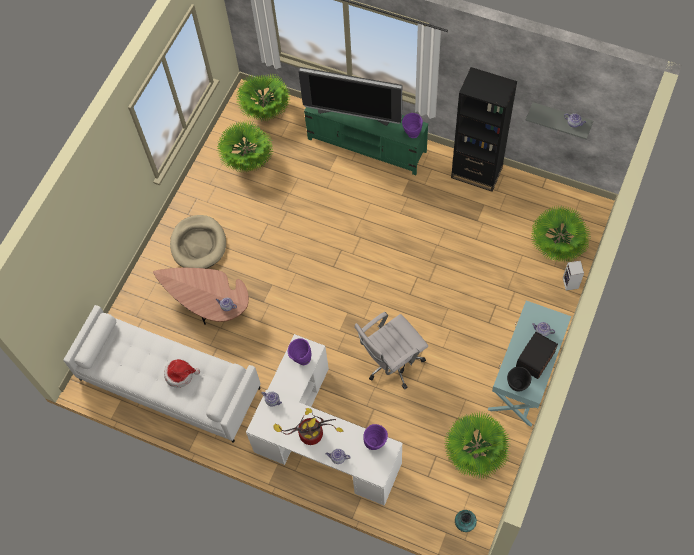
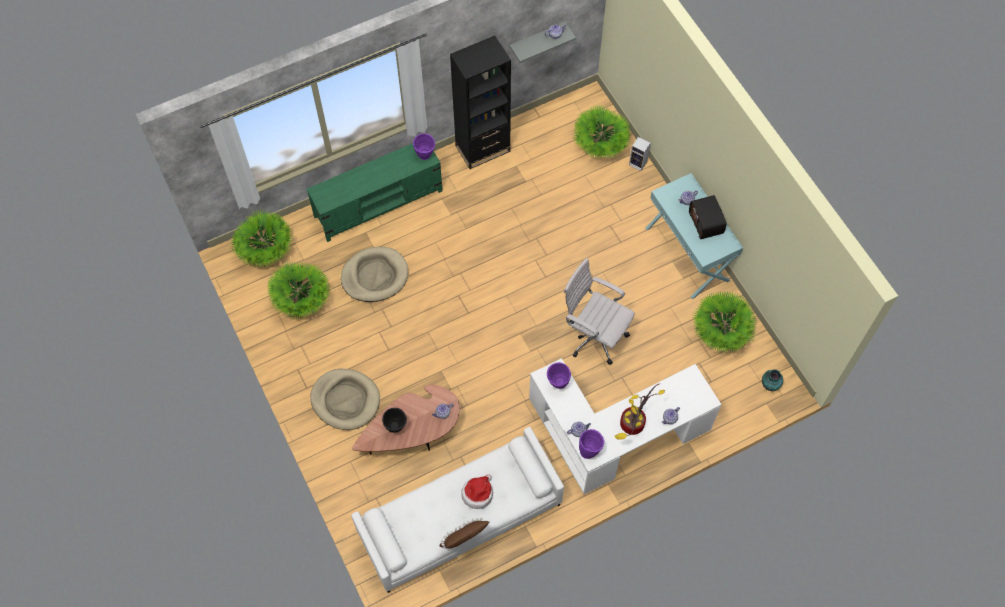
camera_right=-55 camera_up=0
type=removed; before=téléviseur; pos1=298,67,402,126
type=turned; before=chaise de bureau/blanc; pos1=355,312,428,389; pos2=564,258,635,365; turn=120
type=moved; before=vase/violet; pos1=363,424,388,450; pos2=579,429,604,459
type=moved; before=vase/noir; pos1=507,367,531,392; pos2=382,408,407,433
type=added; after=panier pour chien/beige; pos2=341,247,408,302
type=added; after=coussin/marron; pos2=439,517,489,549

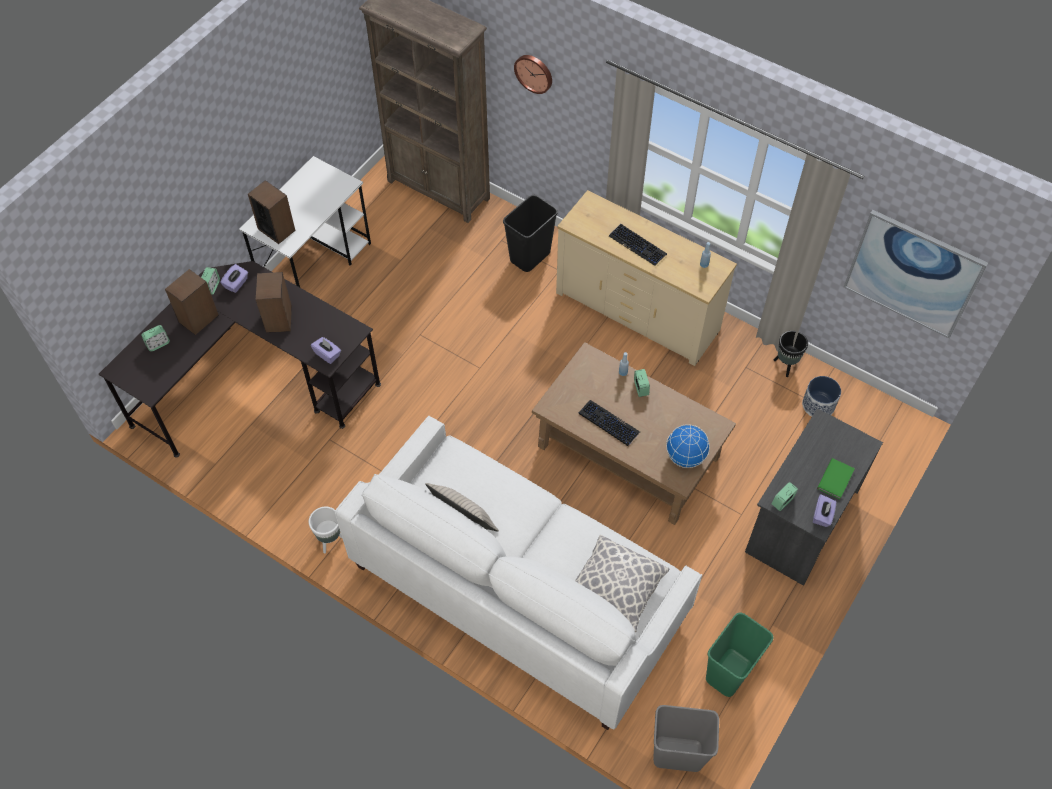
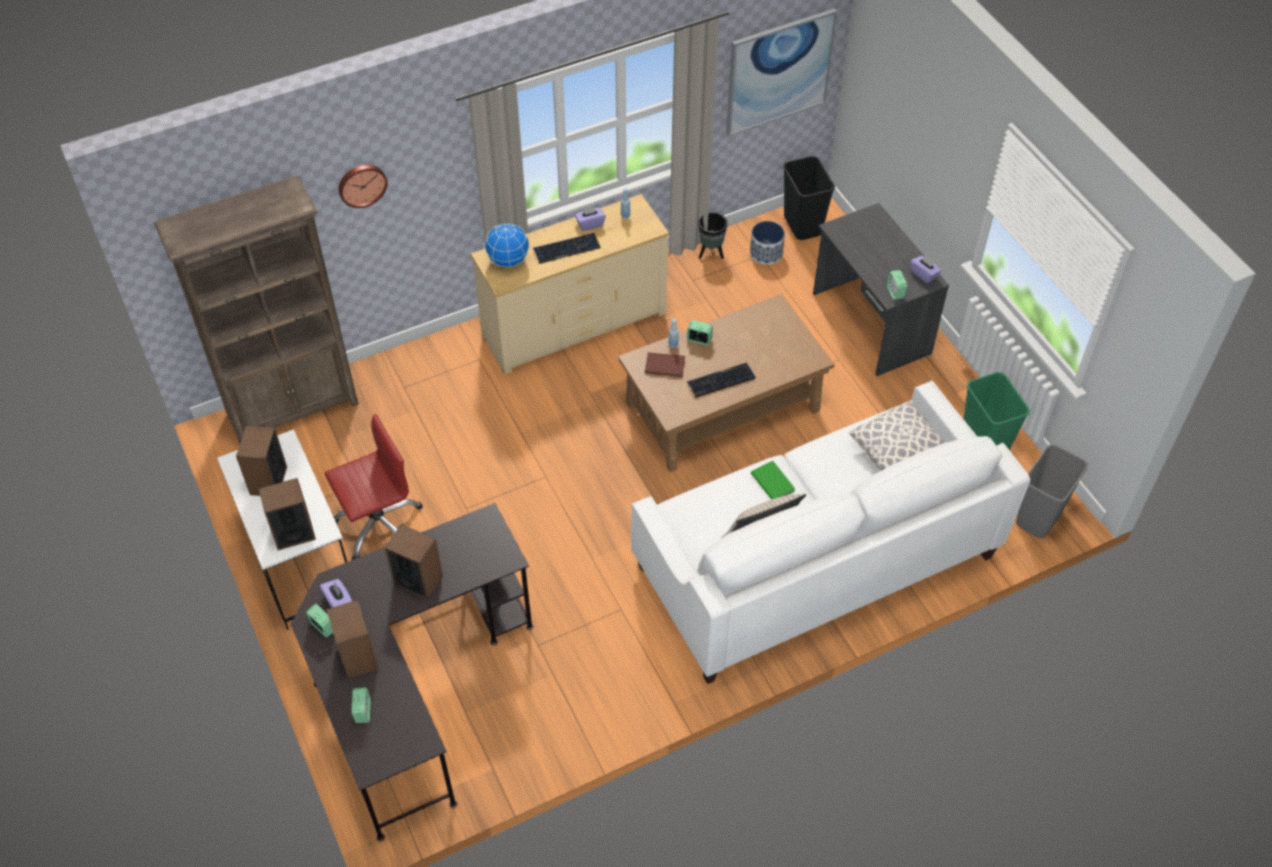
camera_right=-60 camera_up=-5
type=removed; before=cache-pot/blanc; pos1=309,507,342,553
type=moved; before=boîte à mouchoirs/violet; pos1=311,337,341,364; pos2=575,206,606,231
type=moved; before=poubelle/noir; pos1=503,195,558,272; pos2=783,156,835,240
type=moved; before=globe; pos1=666,424,710,468; pos2=485,223,530,268
type=moved; before=livre/vert; pos1=817,458,855,499; pos2=751,461,795,500
type=added; after=enceinte; pos2=236,425,287,496
type=added; after=chaise de bureau/rouge; pos2=325,414,423,560
type=added; after=livre/marron; pos2=645,352,685,377

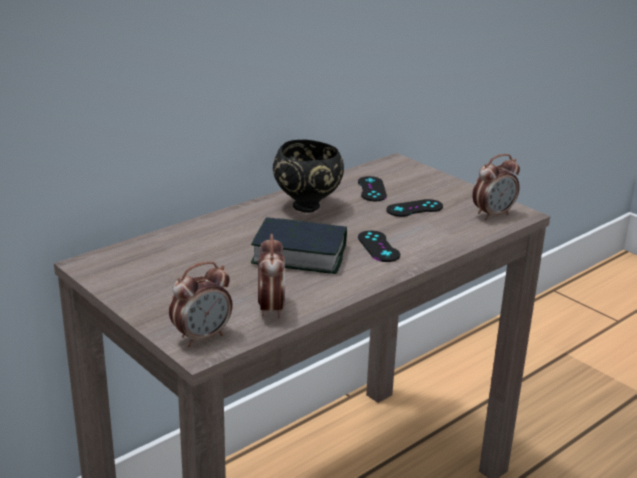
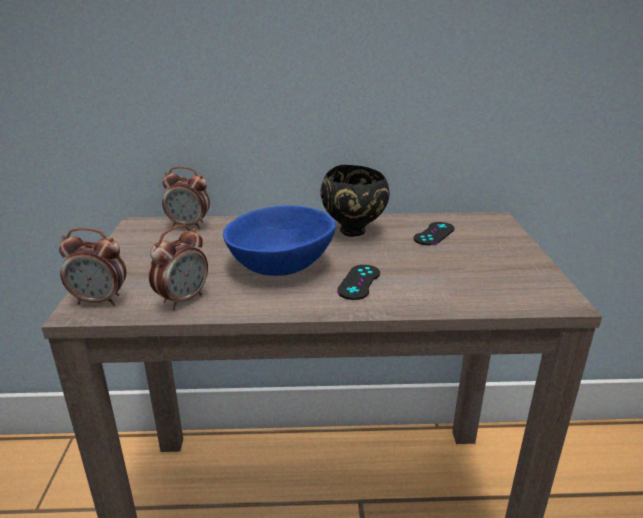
camera_right=40 camera_up=0
type=replaced; before=livre; after=bol/bleu; pos1=251,217,347,274; pos2=223,205,336,276
type=removed; before=manette/noir; pos1=386,199,443,217
type=moved; before=réveil; pos1=472,154,520,220; pos2=162,166,210,229

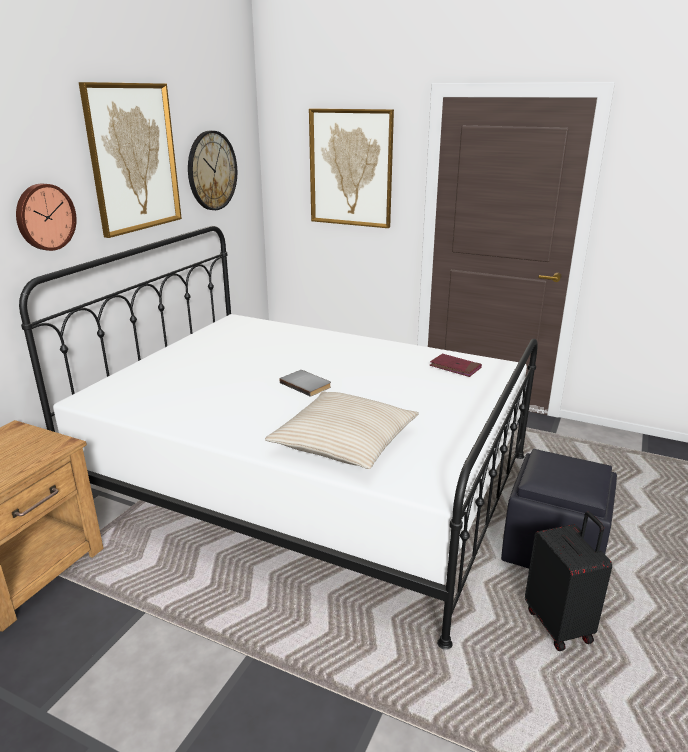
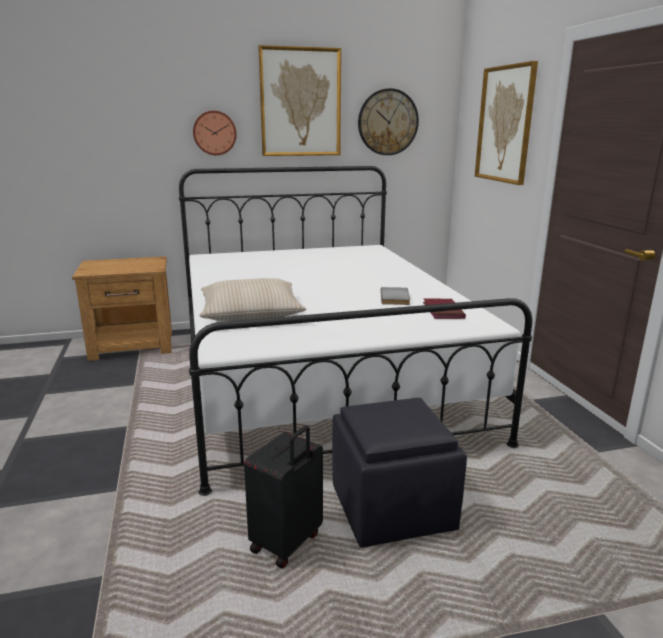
camera_right=50 camera_up=-5
type=moved; before=livre/gris; pos1=280,370,331,397; pos2=381,287,410,305

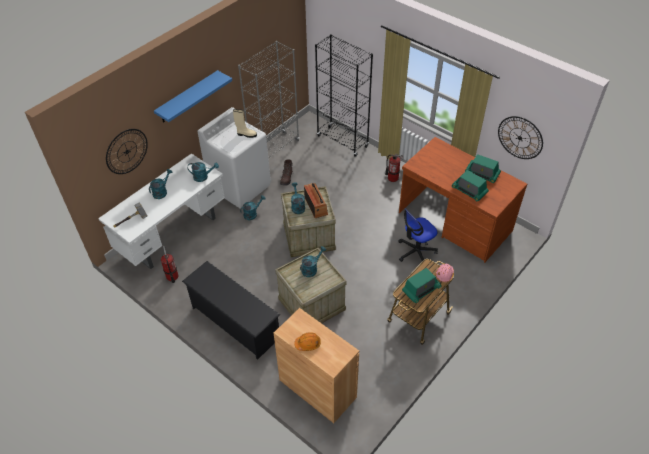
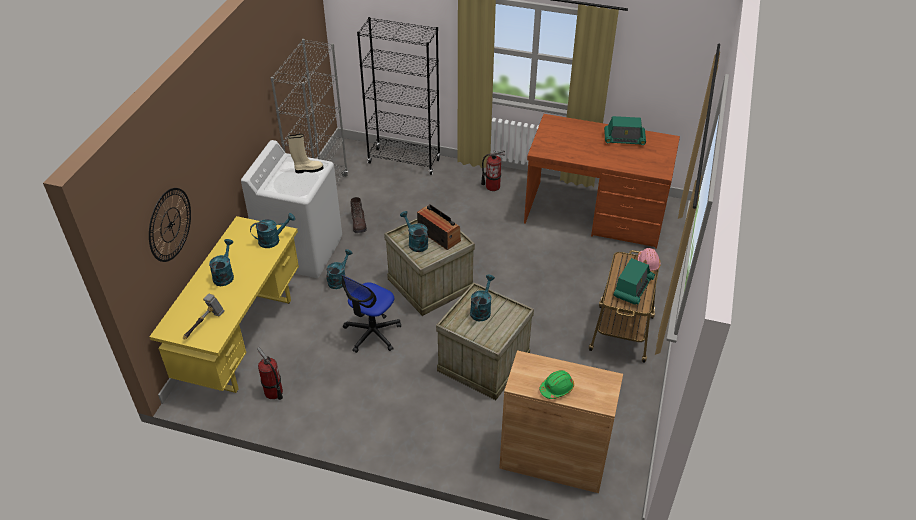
camera_right=-25 camera_up=-5
type=recoloured; before=bureau/blanc; after=bureau/jaune; pos1=98,154,225,269; pos2=149,216,299,393
type=removed; before=étagère/bleu; pos1=154,70,232,123
type=removed; before=étagère à chaussures/noir; pos1=182,261,280,360
type=recoloured; before=casque de chantier/orange; after=casque de chantier/vert; pos1=294,332,321,351; pos2=540,370,574,399
type=moved; before=chaise de bureau; pos1=398,209,438,267; pos2=341,275,401,353
type=removed; before=radio; pos1=452,170,489,201
type=removed; before=horloge murale; pos1=498,116,543,159

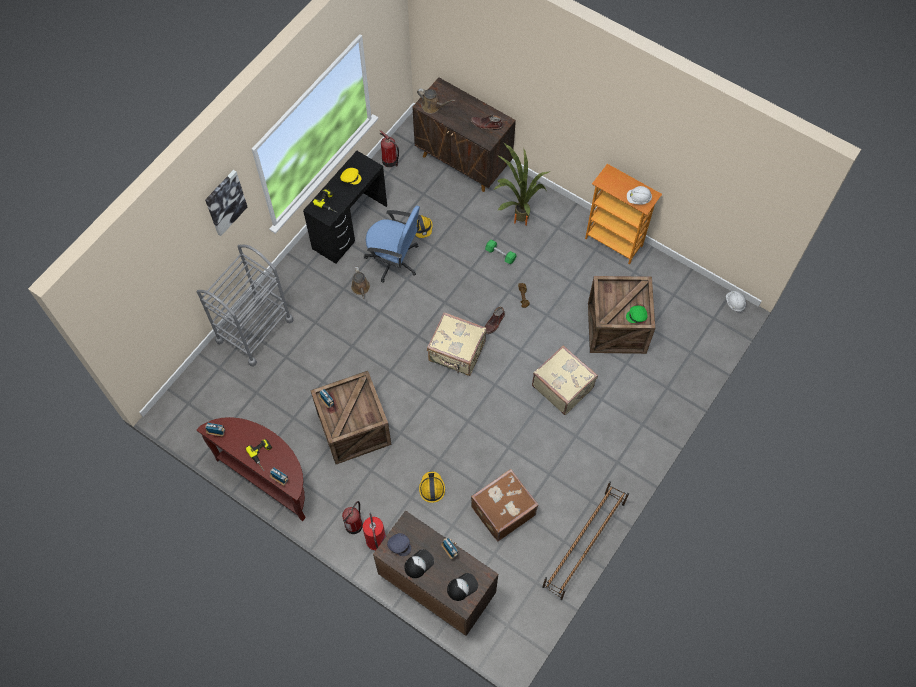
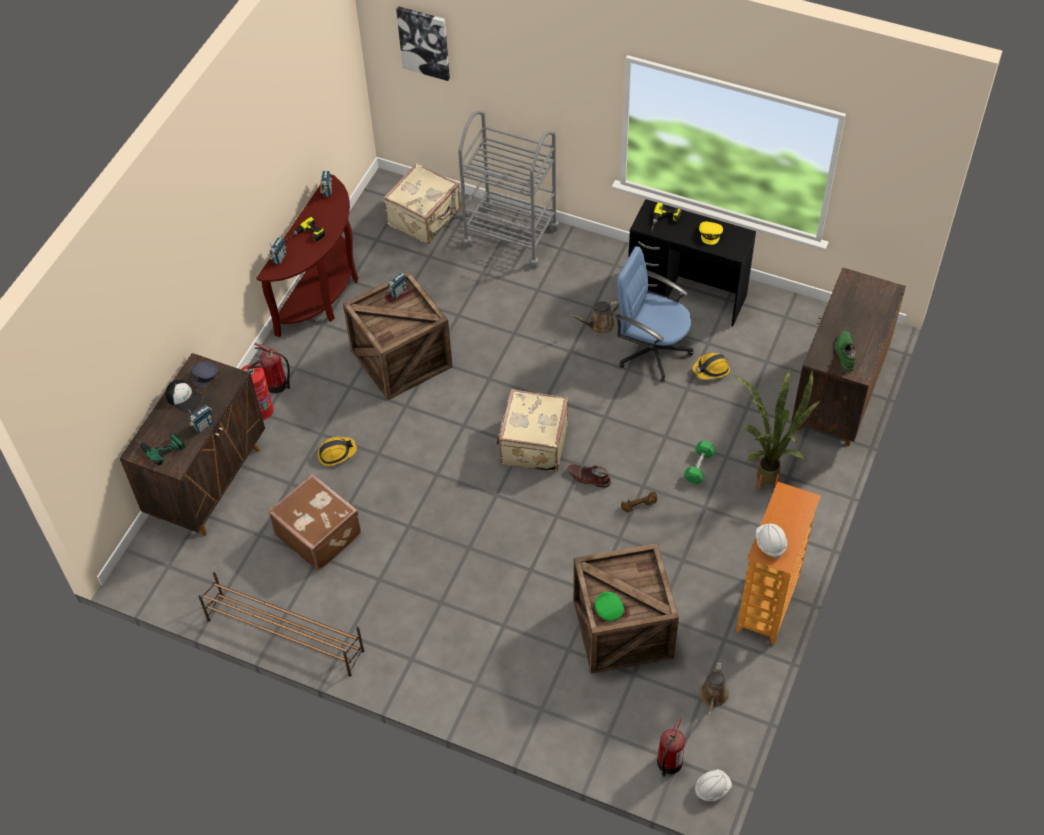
camera_right=80 camera_up=-10
type=moved; before=tableau; pos1=205,170,247,236; pos2=396,6,450,81
type=turned; before=chaise de bureau/bleu; pos1=364,206,421,283; pos2=616,246,694,382; turn=105
type=moved; before=extincteur; pos1=380,130,399,167; pos2=657,717,685,777
type=moved; before=arrosoir/marron; pos1=417,88,455,114; pos2=699,662,729,716
type=replaced; before=casquette; after=perceuse; pos1=447,573,478,601; pos2=140,434,185,465
type=recoloured; before=botte/marron; after=botte/vert; pos1=471,115,503,130; pos2=836,331,856,372
type=moved; before=valise/beige; pos1=532,345,598,415; pos2=383,163,460,244

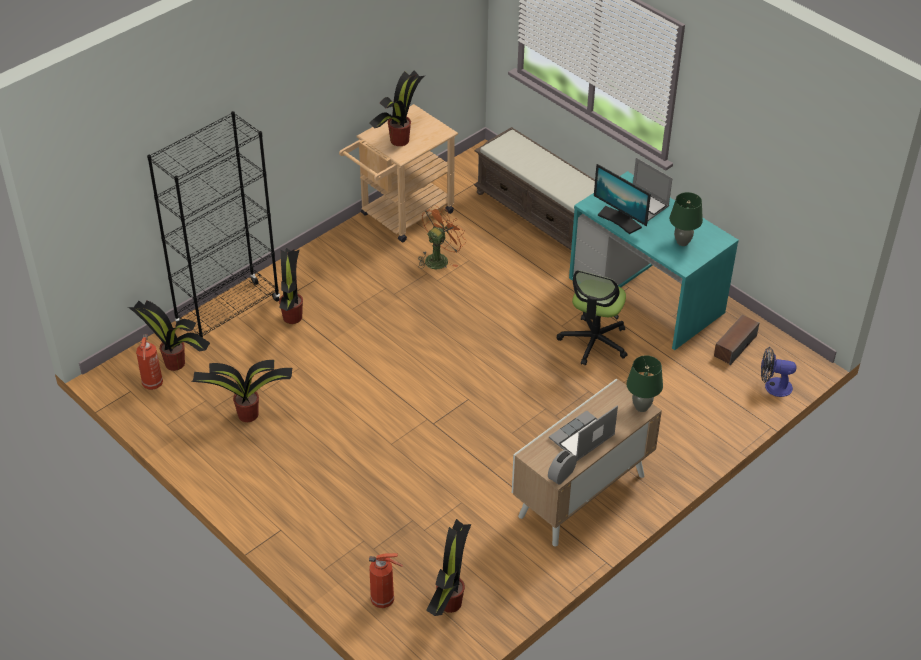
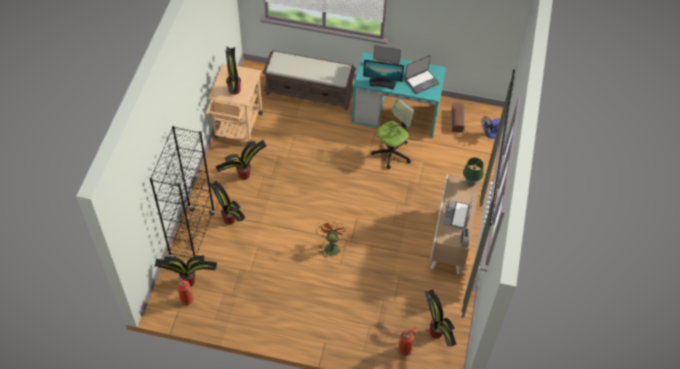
camera_right=-35 camera_up=10
type=moved; before=plante en pot; pos1=191,360,292,422; pos2=215,140,267,180
type=moved; before=ventilateur/orange; pos1=419,205,467,269; pos2=316,221,350,260
type=turned; before=chaise de bureau; pos1=557,270,627,366; pos2=371,99,414,169; turn=-120
type=replaced; before=lampe de table/vert; after=ordinateur portable; pos1=669,192,703,246; pos2=405,55,439,94

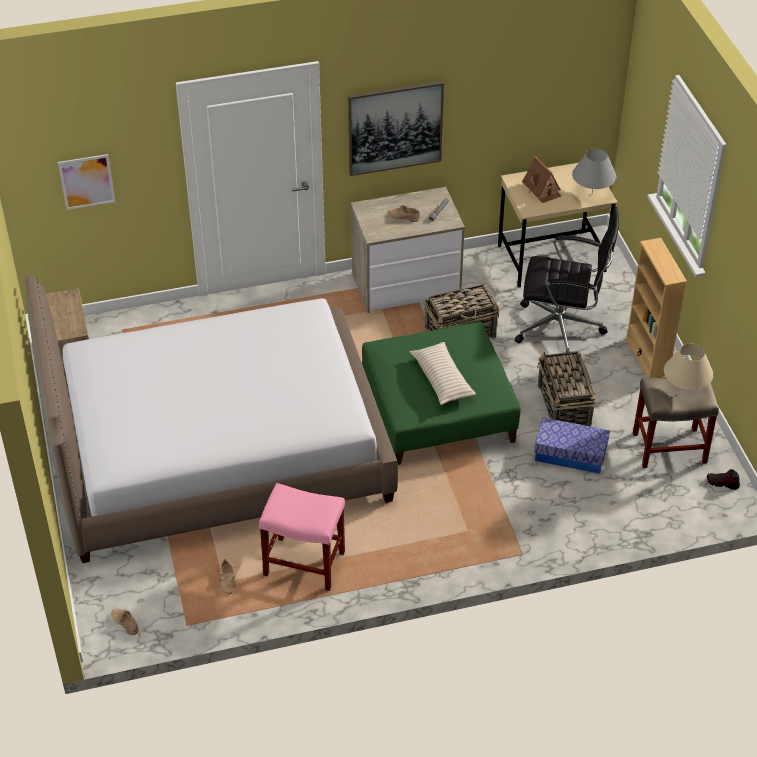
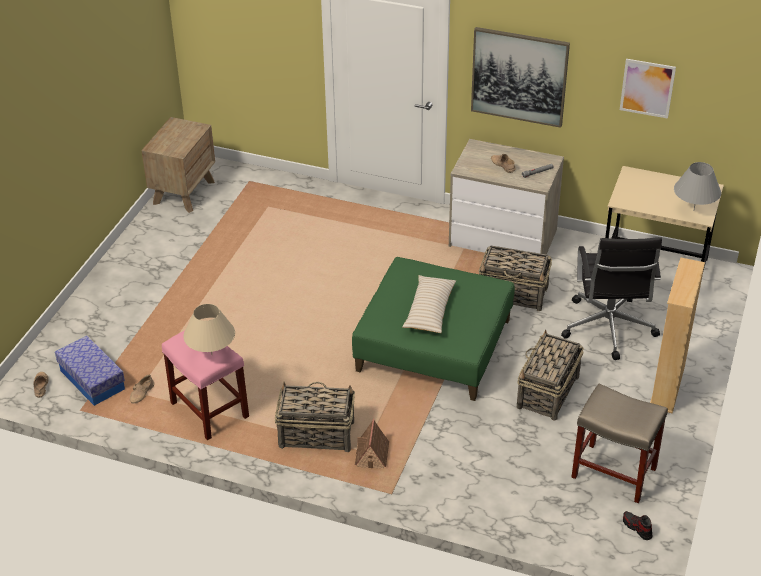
camera_right=35 camera_up=-5
type=removed; before=lit; pos1=25,275,398,563
type=moved; before=tableau; pos1=58,154,115,210; pos2=620,59,676,119
type=turned; before=chaise de bureau/noir; pos1=515,207,619,353; pos2=561,237,662,360; turn=45
type=moved; before=maison miniature; pos1=522,156,562,203; pos2=355,419,389,469
type=moved; before=boîte de rangement; pos1=534,417,610,474; pos2=55,336,125,406
type=moved; before=lampe de table/beige; pos1=664,343,713,391; pos2=183,304,235,354
type=added; after=panier; pos2=275,381,355,452

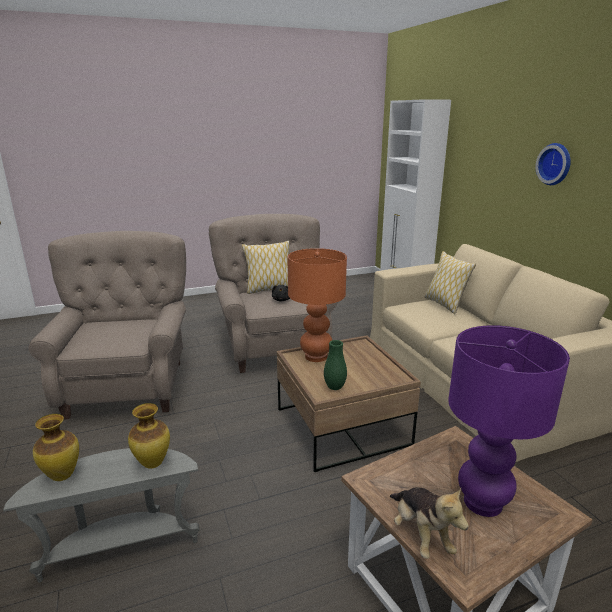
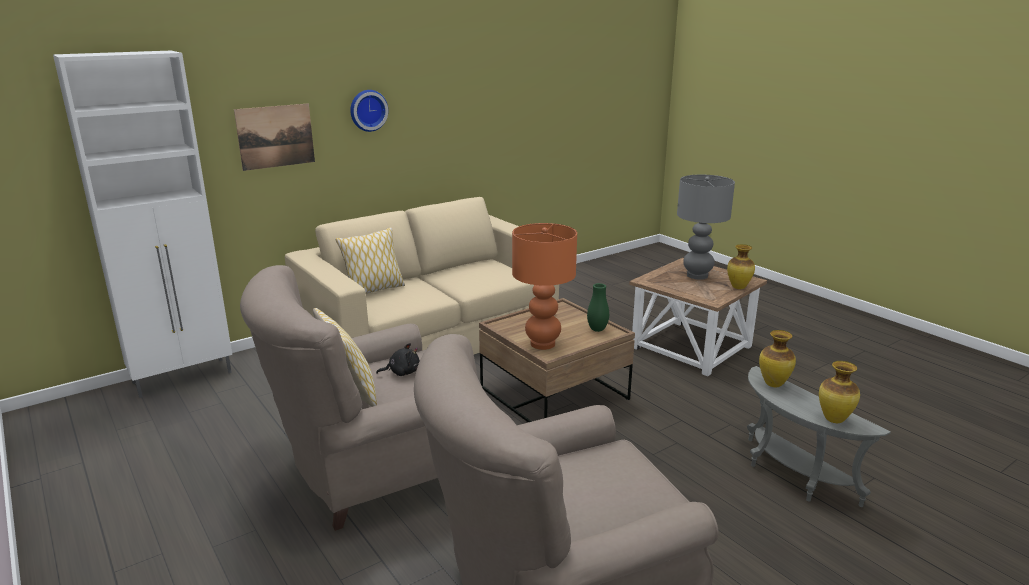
camera_right=-105 camera_up=0
type=replaced; before=peluche; after=vase; pos1=390,487,469,559; pos2=727,244,755,289
type=recoloured; before=lampe de table/violet; after=lampe de table/gris; pos1=448,325,570,517; pos2=677,175,735,280
type=added; after=tableau; pos2=234,104,315,171

